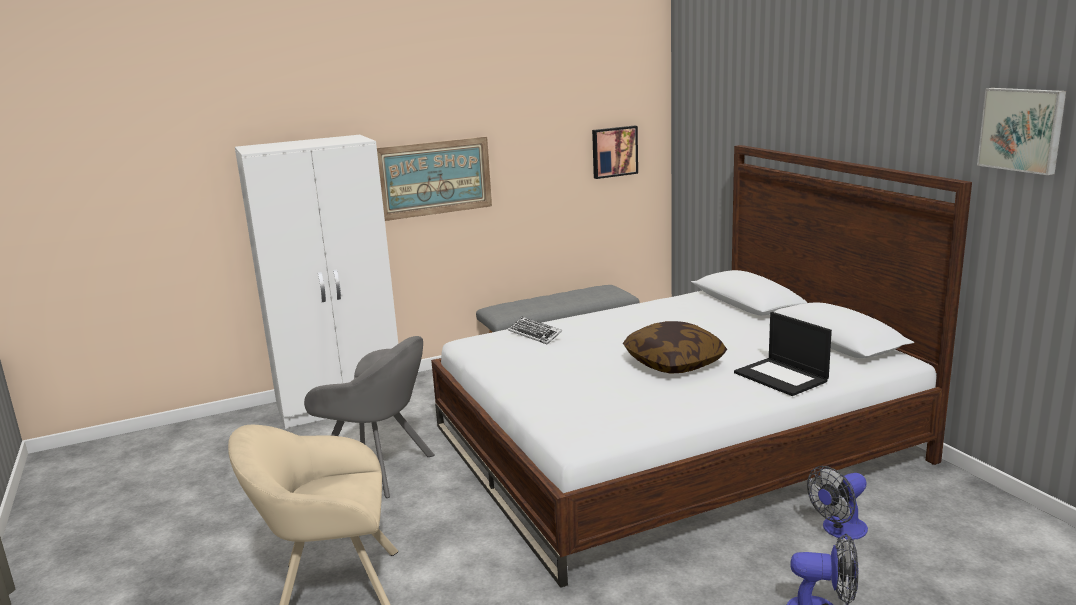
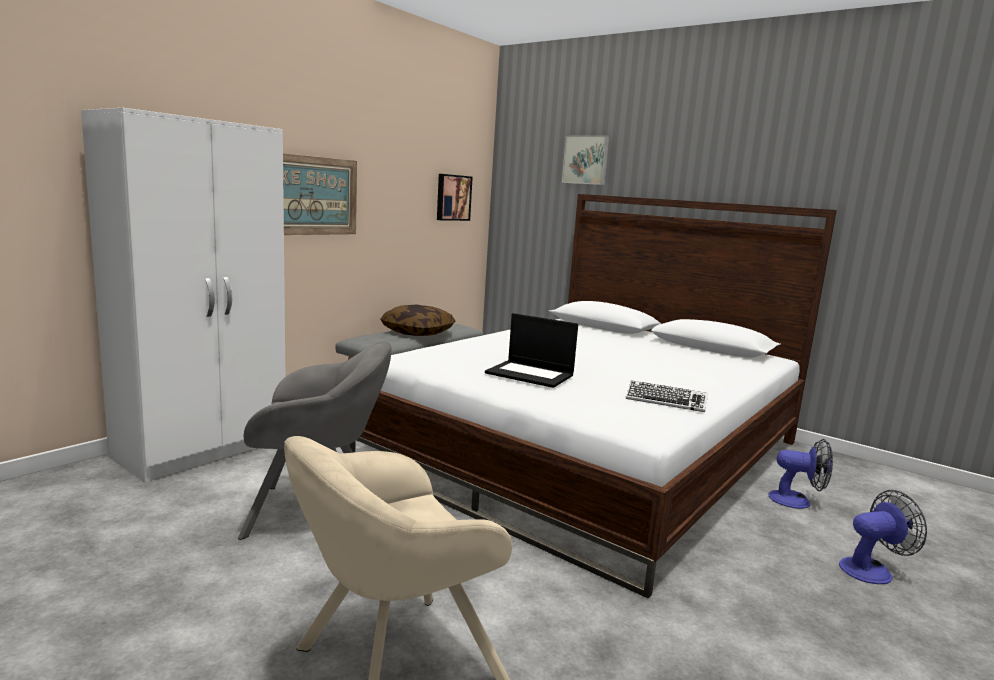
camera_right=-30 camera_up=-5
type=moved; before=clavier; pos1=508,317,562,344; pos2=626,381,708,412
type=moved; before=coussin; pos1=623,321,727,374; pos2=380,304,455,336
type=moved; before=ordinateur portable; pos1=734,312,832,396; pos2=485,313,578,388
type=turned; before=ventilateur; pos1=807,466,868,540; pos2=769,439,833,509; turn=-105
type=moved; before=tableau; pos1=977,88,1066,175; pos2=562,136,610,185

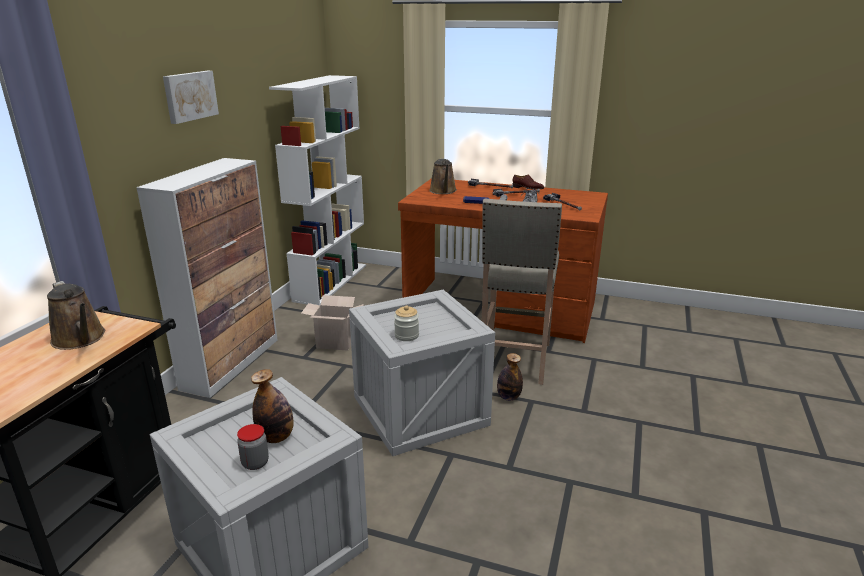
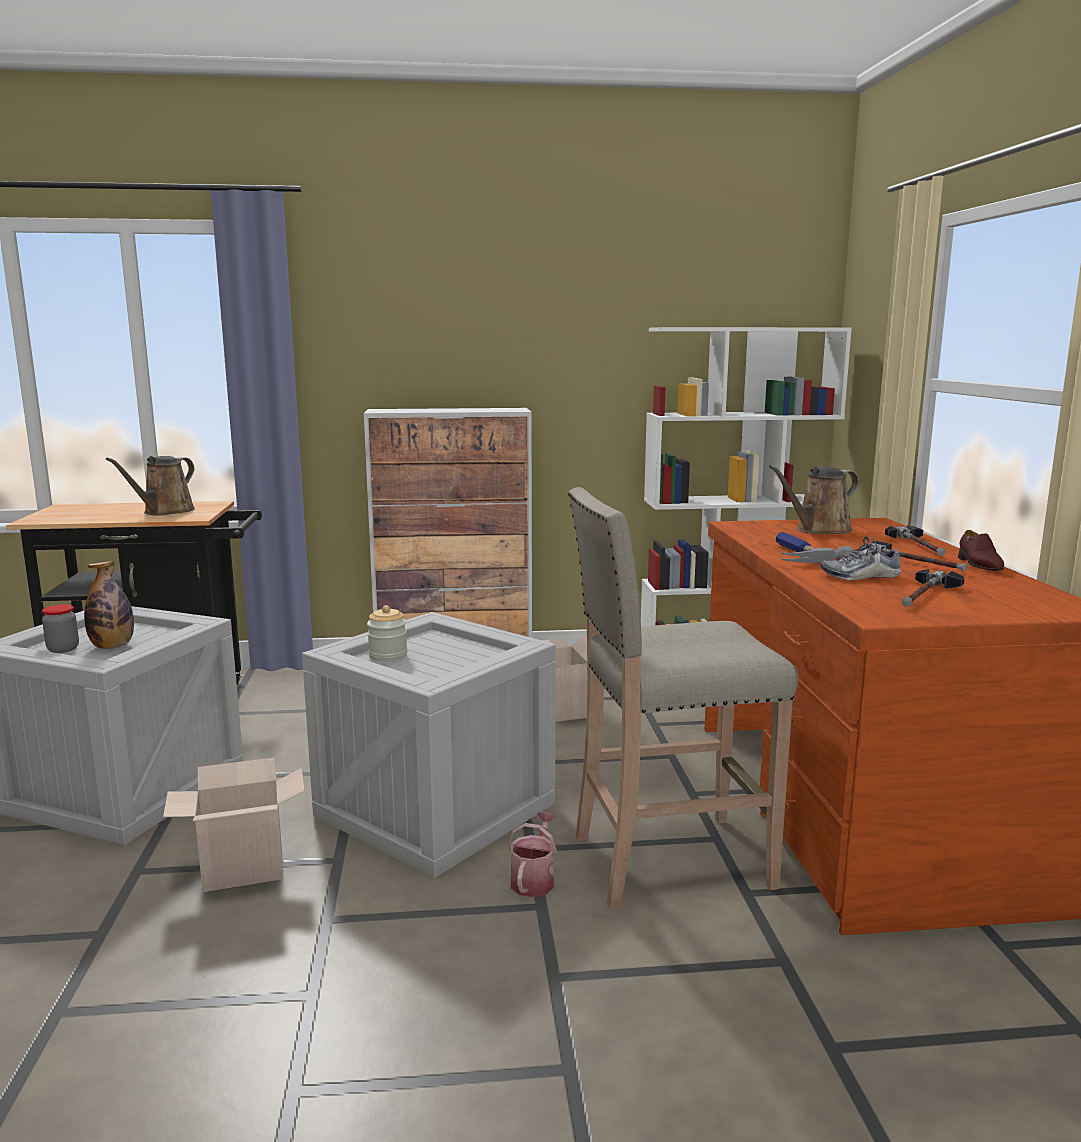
camera_right=65 camera_up=-10
type=removed; before=tableau; pos1=163,71,219,124
type=replaced; before=bouteille; after=arrosoir; pos1=497,353,523,401; pos2=508,812,557,897
type=added; after=carton; pos2=163,757,305,892

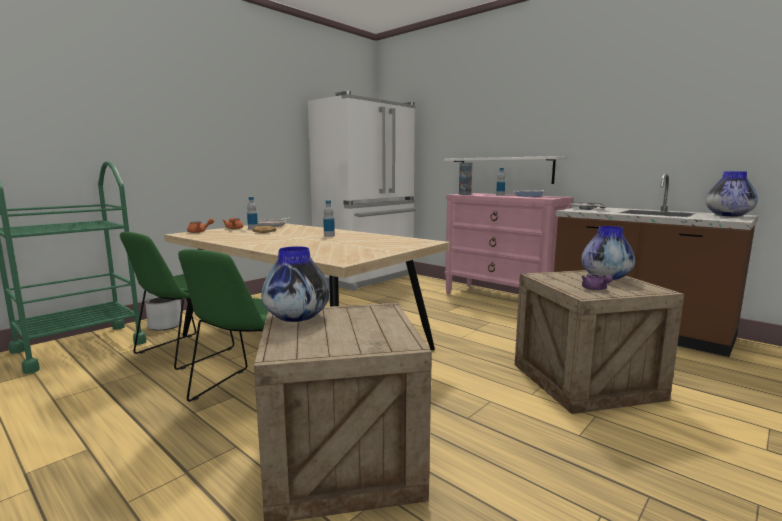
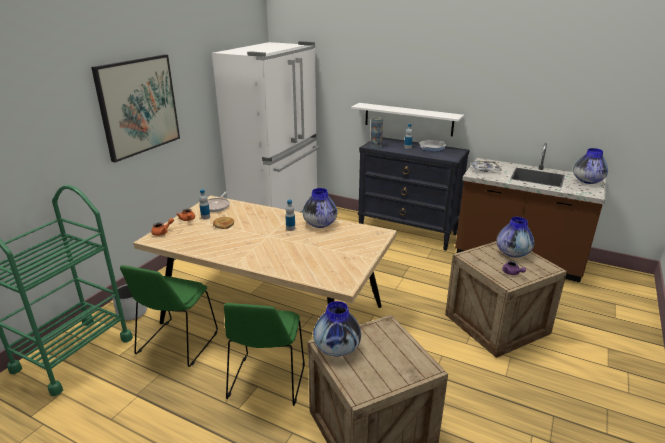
camera_right=-15 camera_up=15
type=recoloured; before=commode/rose; after=commode/noir; pos1=445,193,574,294; pos2=358,137,470,250
type=added; after=tableau; pos2=91,55,180,162
type=added; after=vase; pos2=303,188,337,228

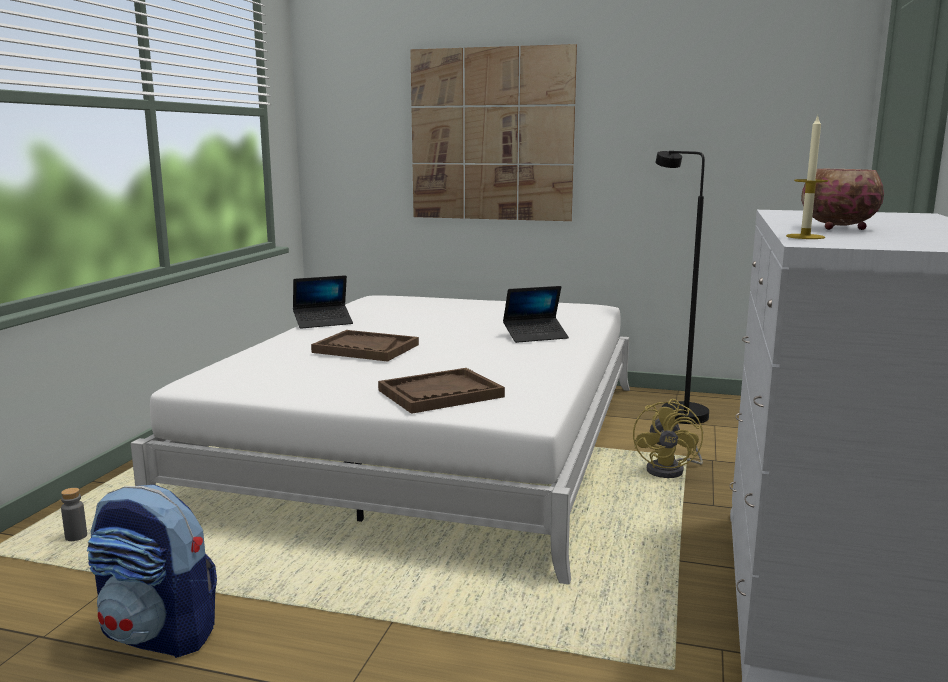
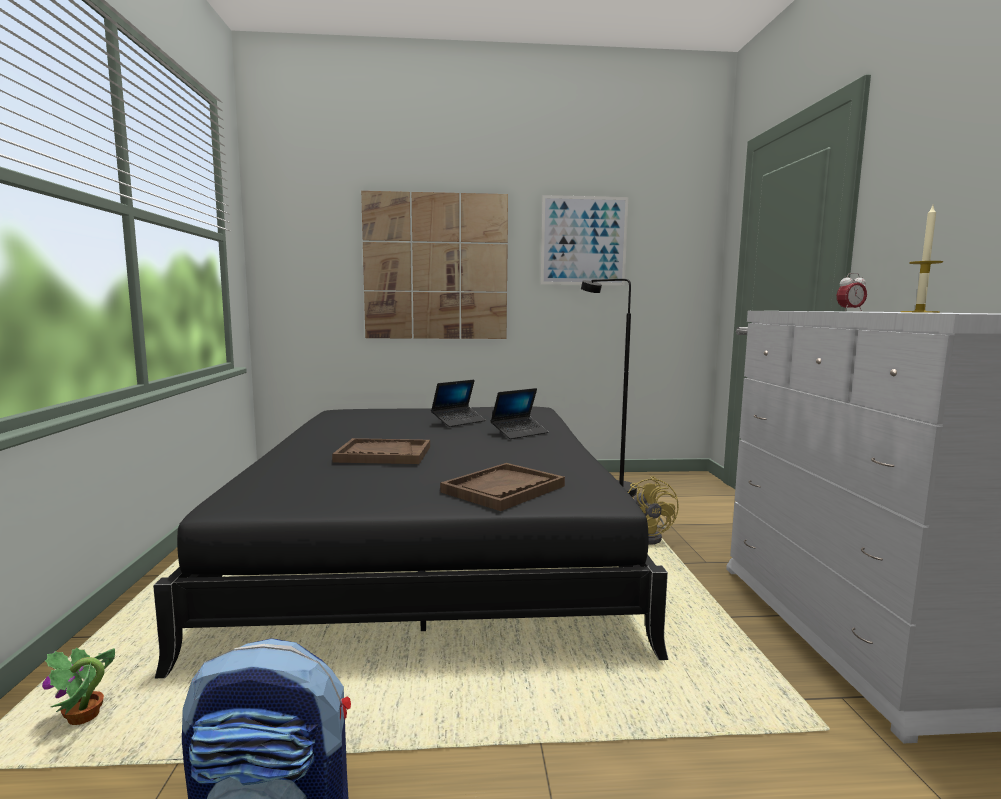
camera_right=-20 camera_up=-5
type=replaced; before=bouteille/gris; after=plante en pot; pos1=61,488,87,541; pos2=42,647,115,725
type=recoloured; before=lit/blanc; after=lit/noir; pos1=130,296,630,585; pos2=153,406,669,678
type=moved; before=ordinateur portable; pos1=293,275,353,329; pos2=431,380,486,427
type=removed; before=bol; pos1=801,169,884,230
type=added; after=tableau; pos2=540,195,628,285
type=added; after=réveil; pos2=837,273,867,311

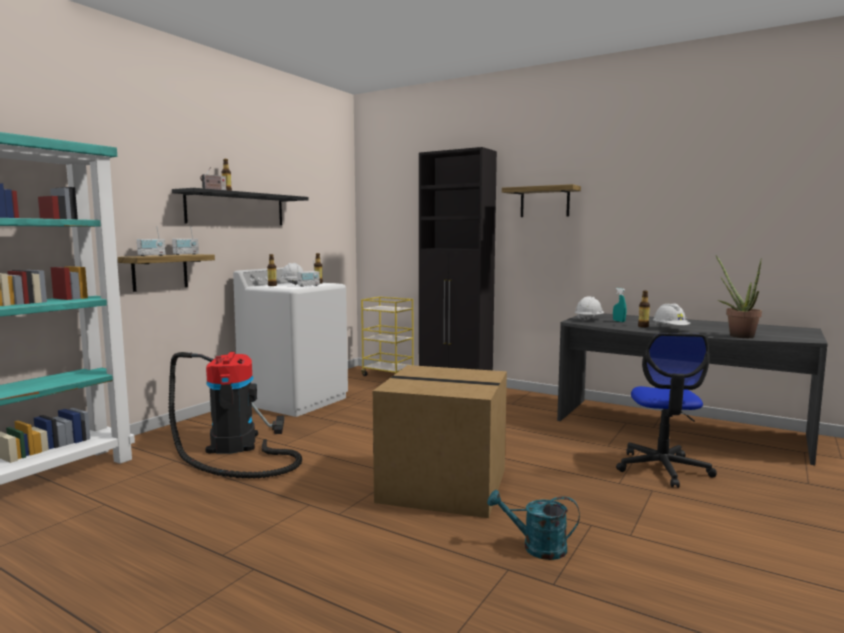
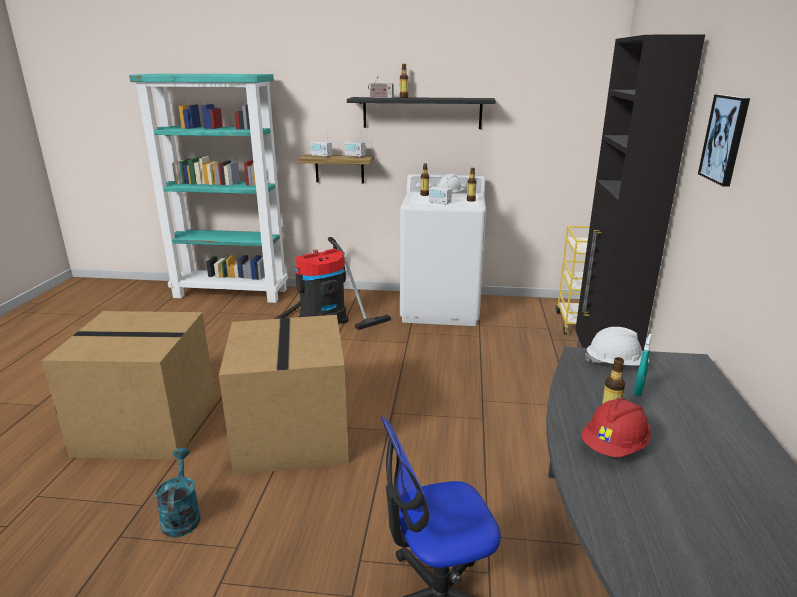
camera_right=65 camera_up=15
type=replaced; before=étagère; after=tableau; pos1=502,184,581,217; pos2=698,94,750,187
type=recoloured; before=casque de chantier/blanc; after=casque de chantier/rouge; pos1=653,303,690,327; pos2=581,398,651,457
type=removed; before=plante en pot; pos1=716,255,762,338
type=added; after=carton; pos2=42,311,215,460

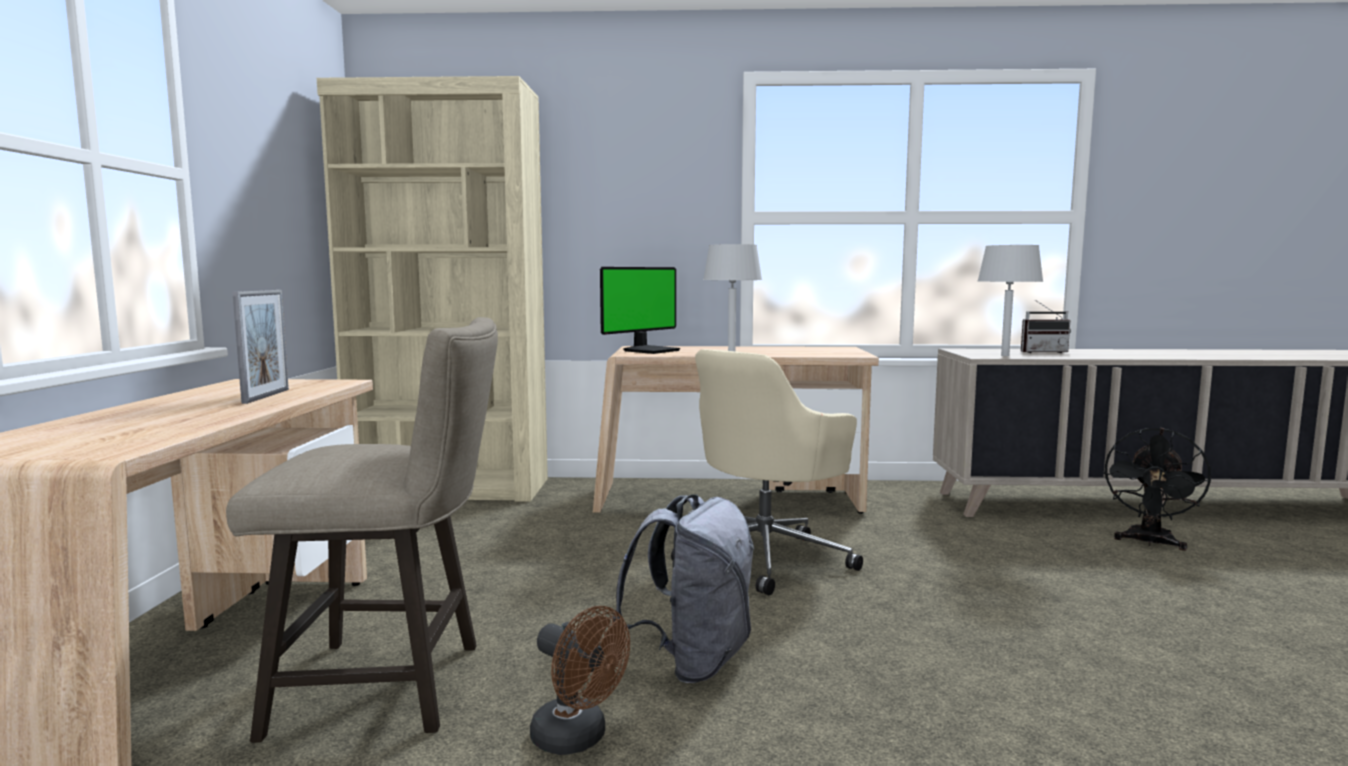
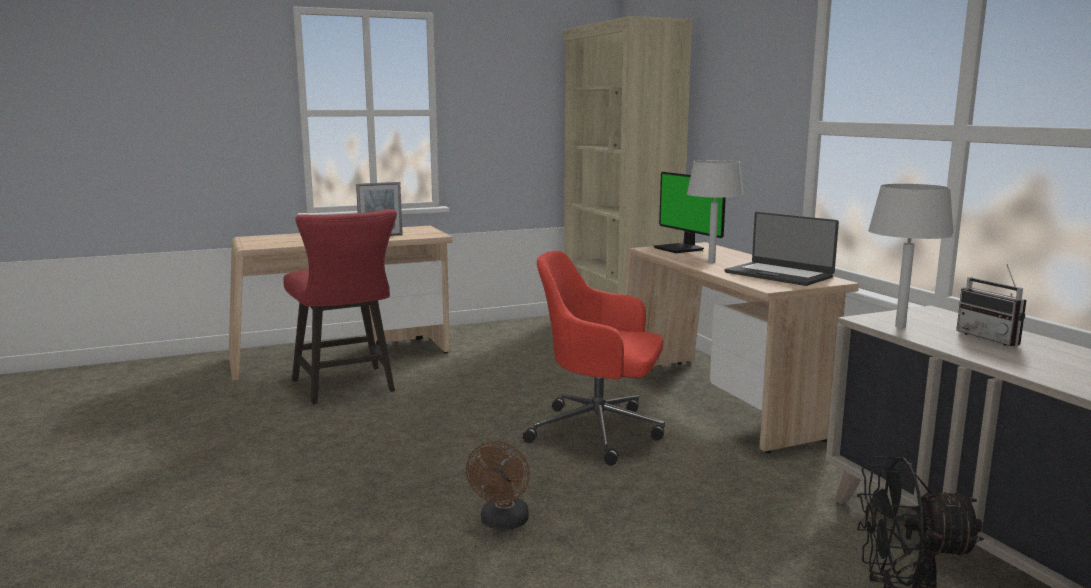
camera_right=65 camera_up=5
type=recoloured; before=tabouret/beige; after=tabouret/rouge; pos1=226,317,498,743; pos2=283,209,397,404
type=moved; before=ventilateur/marron; pos1=530,606,630,755; pos2=466,441,530,530
type=turned; before=écran d'ordinateur; pos1=600,267,680,354; pos2=654,172,726,253; turn=45
type=removed; before=sac à dos/gris; pos1=612,494,754,683
type=recoloured; before=chaise de bureau/beige; after=chaise de bureau/rouge; pos1=671,349,863,595; pos2=523,251,665,466
type=added; after=ordinateur portable; pos2=725,212,839,286

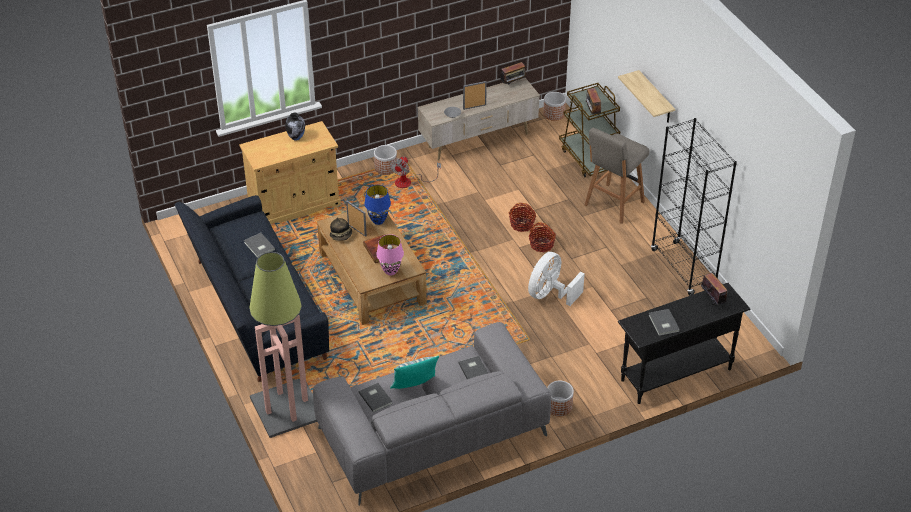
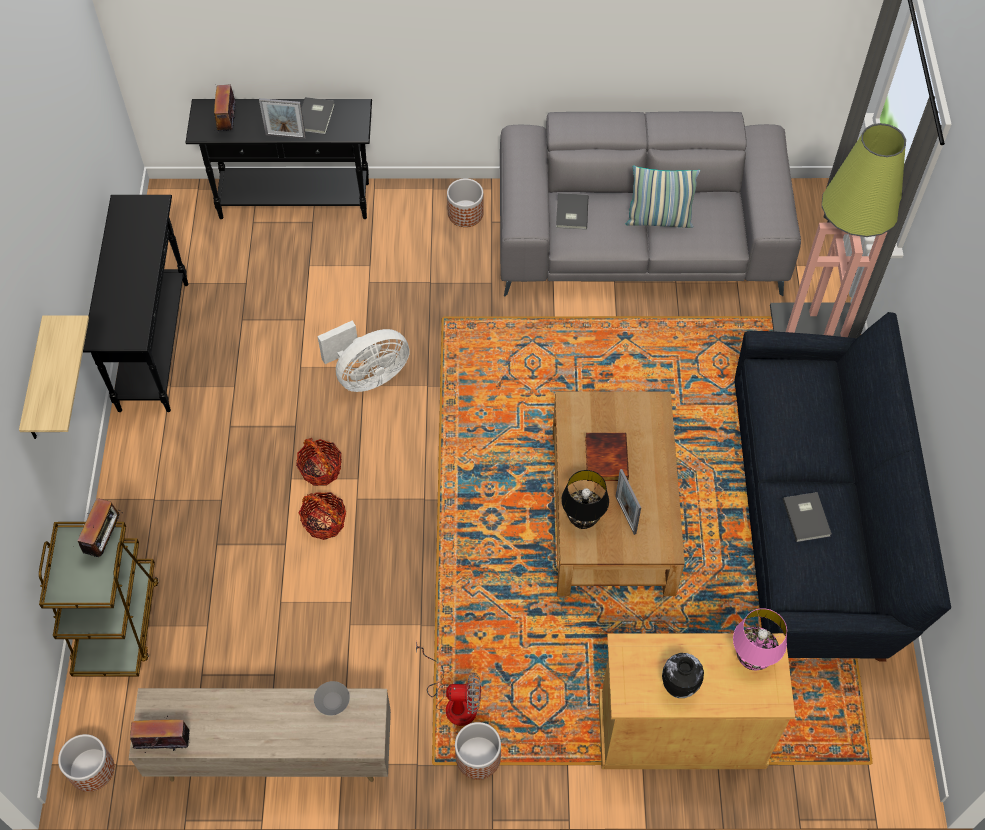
camera_right=-155 camera_up=15
type=removed; before=chapeau; pos1=330,217,352,241
type=removed; before=livre/gris; pos1=359,383,392,413
type=recoloured; before=lampe de table/bleu; after=lampe de table/noir; pos1=364,185,391,225; pos2=561,470,609,529
type=moved; before=lampe de table/rose; pos1=376,234,404,276; pos2=733,608,787,670
type=turned; before=ventilateur; pos1=390,156,441,188; pos2=416,641,481,726; turn=45
type=moved; before=cadre photo; pos1=463,81,487,110; pos2=259,98,306,139
type=removed; before=tabouret/gris; pos1=585,128,650,224
type=replaced; before=bibliothèque/noir; after=table console/noir; pos1=651,118,737,295; pos2=83,195,188,412

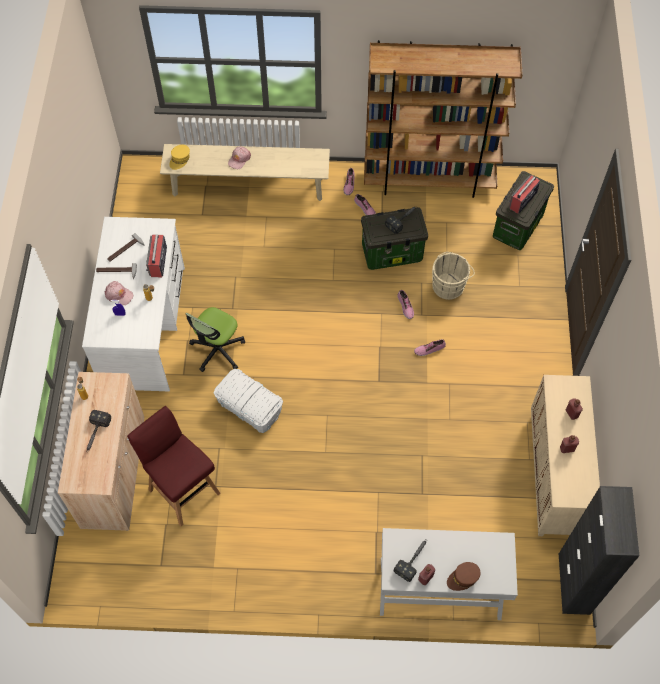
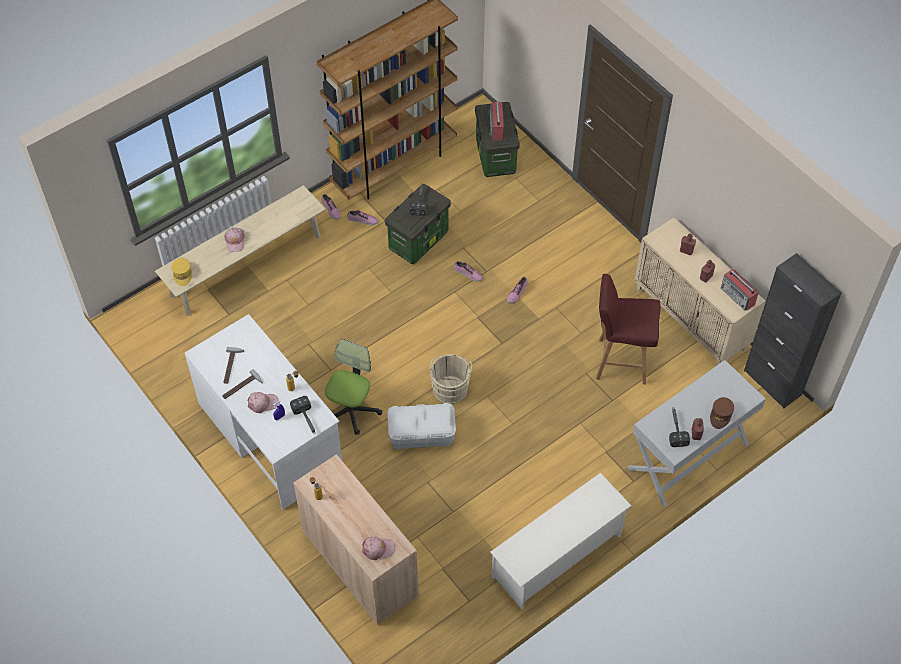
camera_right=-40 camera_up=-5
type=moved; before=marteau; pos1=86,410,111,452; pos2=290,396,316,434
type=moved; before=tabouret/rouge; pos1=127,406,221,526; pos2=596,274,661,385
type=moved; before=radio; pos1=146,235,167,277; pos2=721,269,759,311
type=turned; before=chaise de bureau; pos1=185,307,245,372; pos2=325,339,382,435; turn=-150
type=moved; before=seau/beige; pos1=432,252,475,300; pos2=430,354,472,404
type=added; after=casquette/rose; pos2=362,537,395,560
type=added; after=étagère à chaussures/blanc; pos2=490,473,632,610

